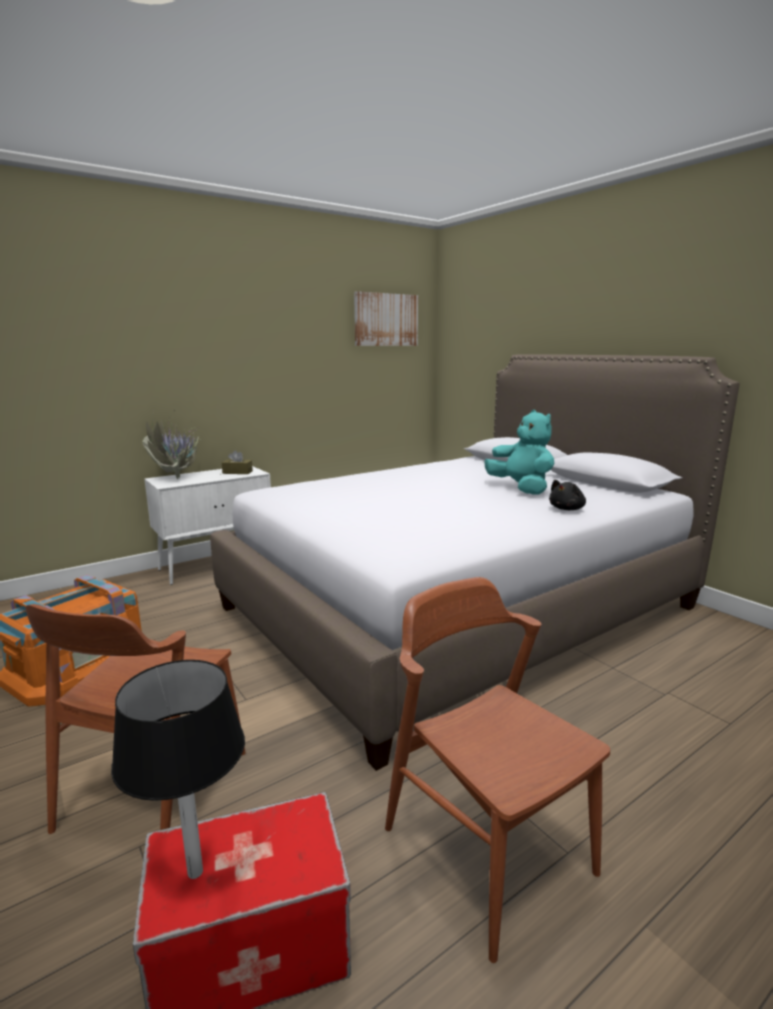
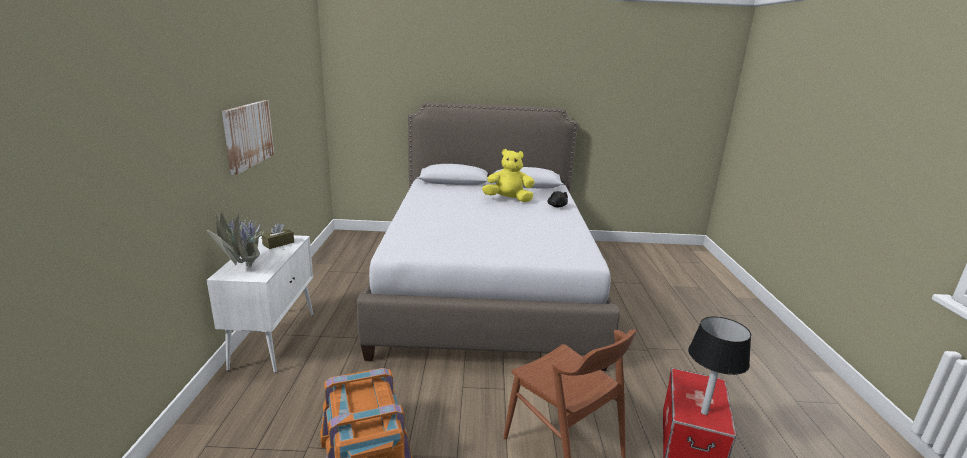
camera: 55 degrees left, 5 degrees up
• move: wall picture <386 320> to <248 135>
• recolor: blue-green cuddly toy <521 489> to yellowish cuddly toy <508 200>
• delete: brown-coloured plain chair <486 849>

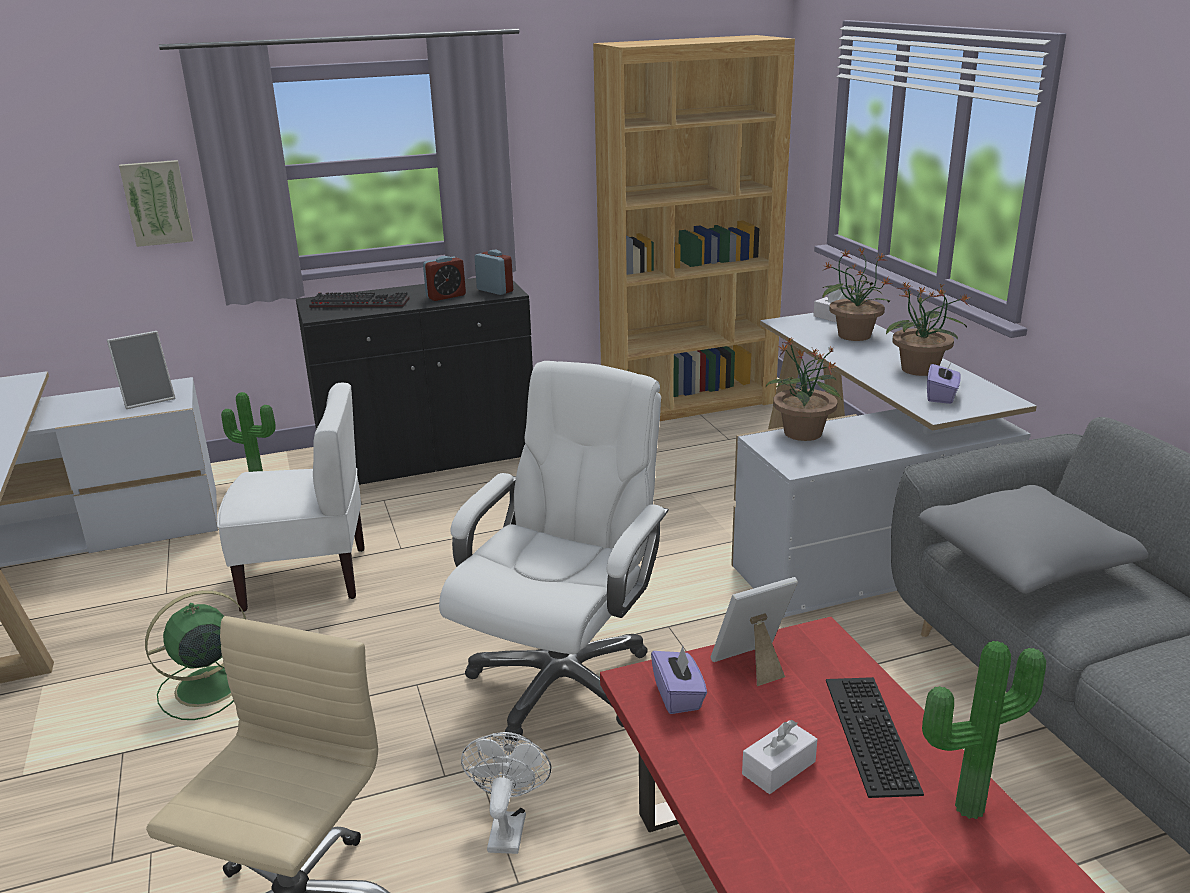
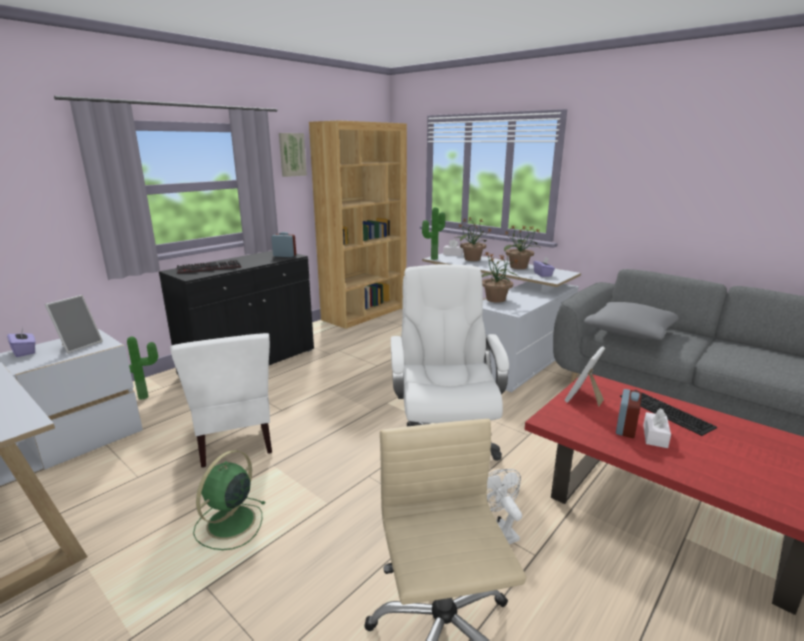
camera: 30 degrees left, 5 degrees down
• move: purple-coloured tissue box <678 696> to <25 351>
• rotate: whitish plain chair <306 577> = <235 440> 105 degrees clockwise
• move: wall picture <157 202> to <291 154>
• move: houseplant <965 804> to <433 258>
• move: bedside clock <446 296> to <625 428>

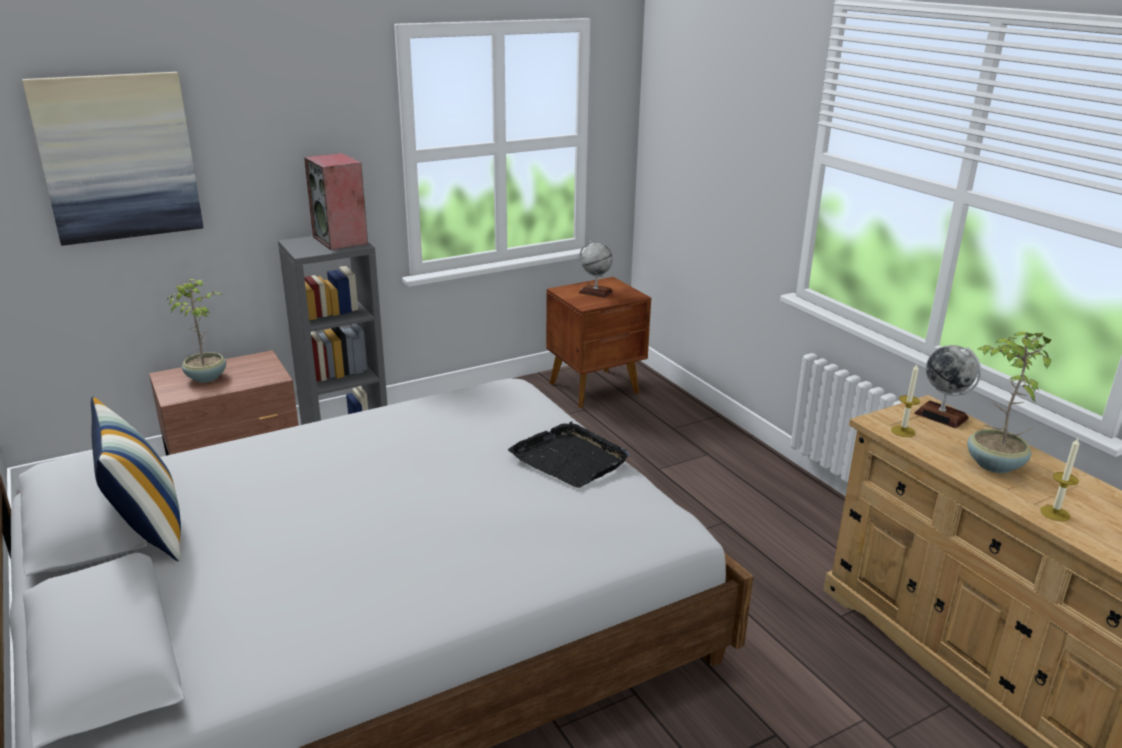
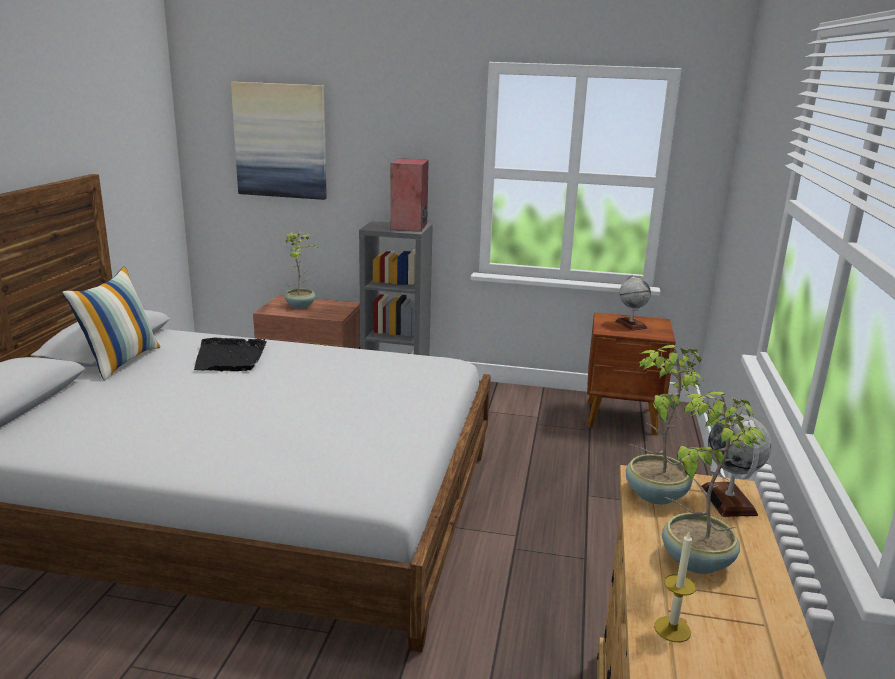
camera: 40 degrees right, 5 degrees down
• move: black serving tray <570 458> to <230 358>
• replace: candle <903 431> to houseplant <653 494>

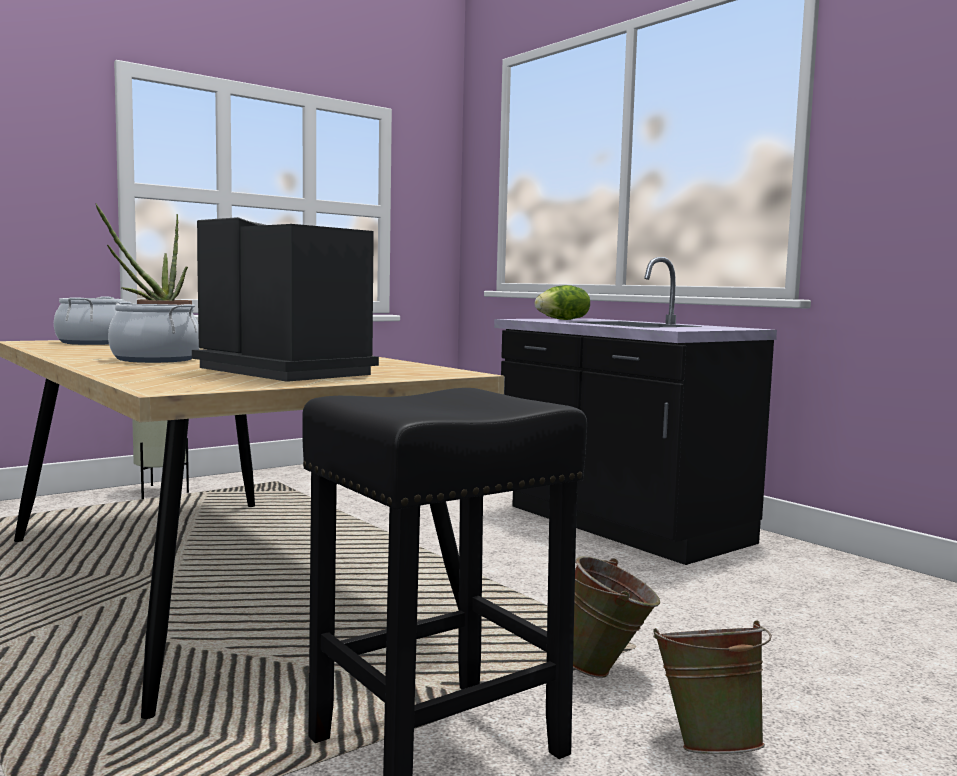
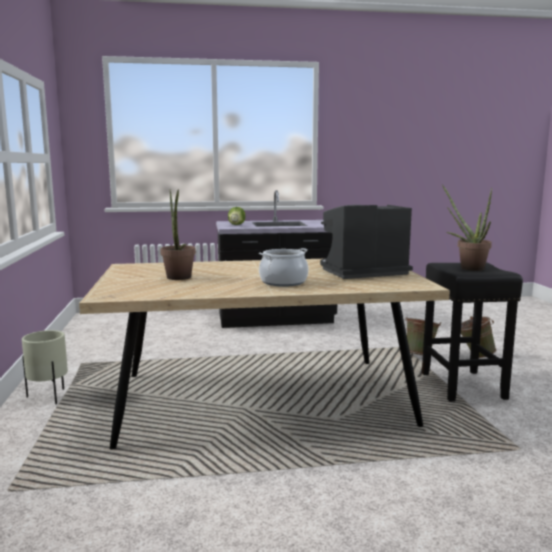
camera: 60 degrees left, 5 degrees up
• insert: houseplant <467 267>
• delete: stockpot <94 343>

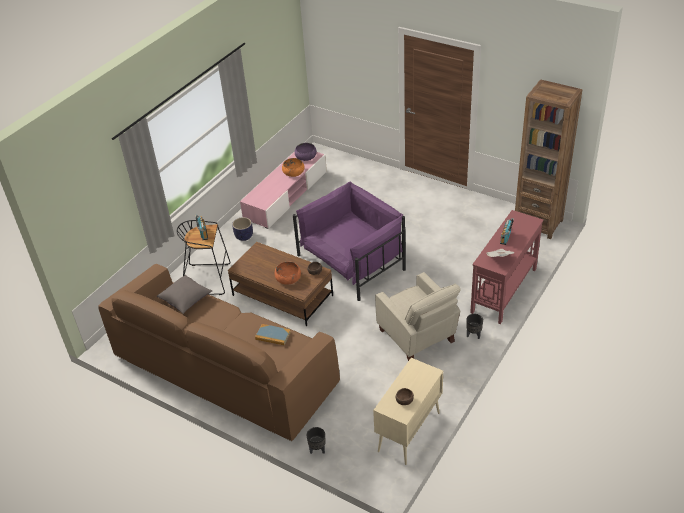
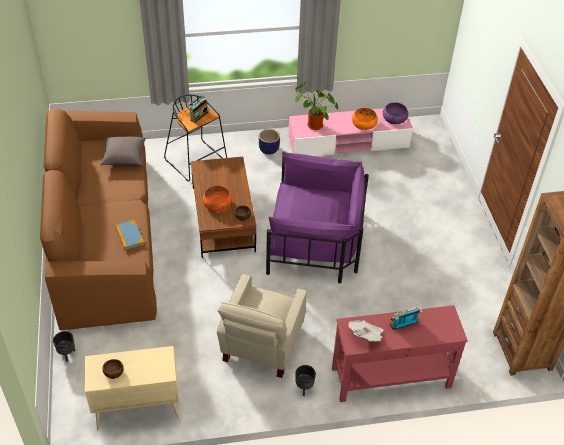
camera: 45 degrees right, 5 degrees up
• insert: houseplant <313 126>

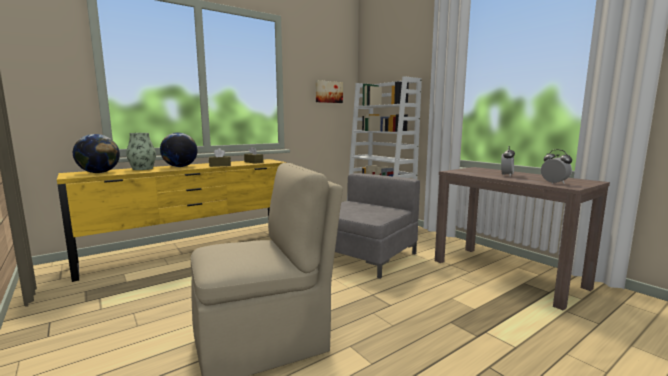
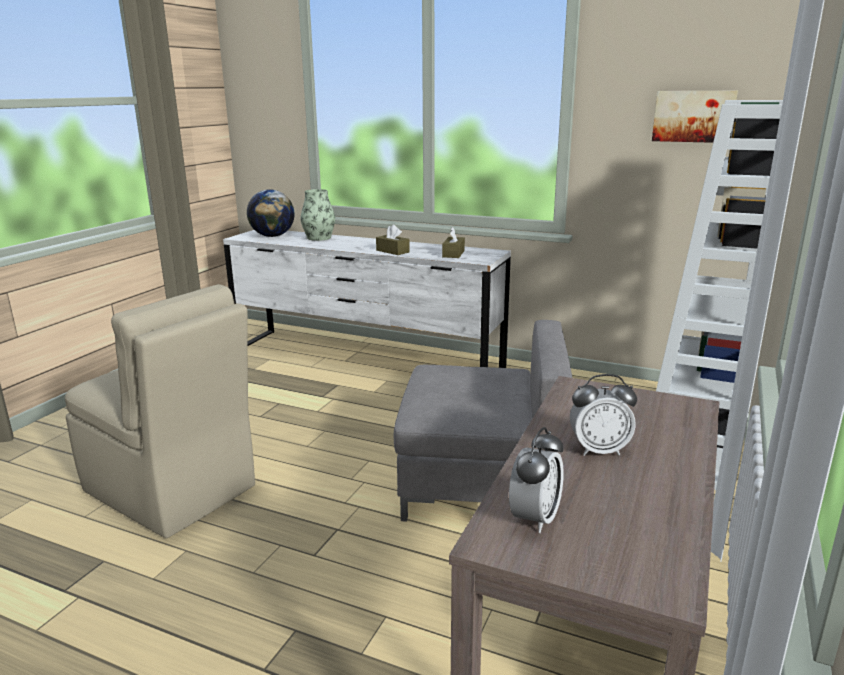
camera: 60 degrees right, 10 degrees up
• recolor: yellowish drawer chest <192 249> to whitish drawer chest <365 359>
• delete: world globe <180 167>

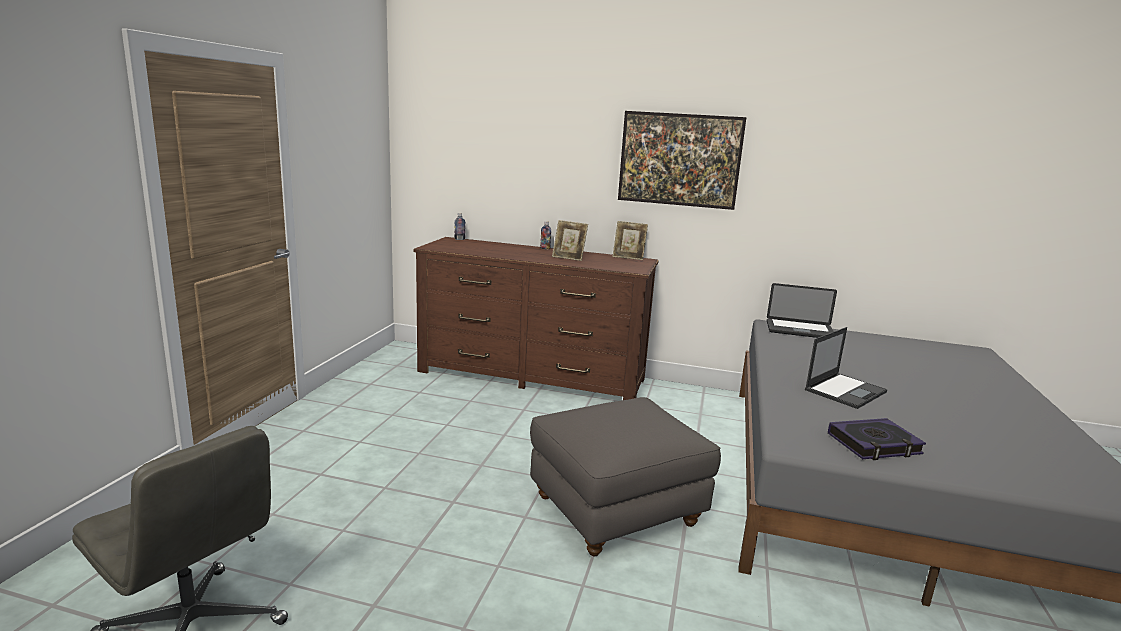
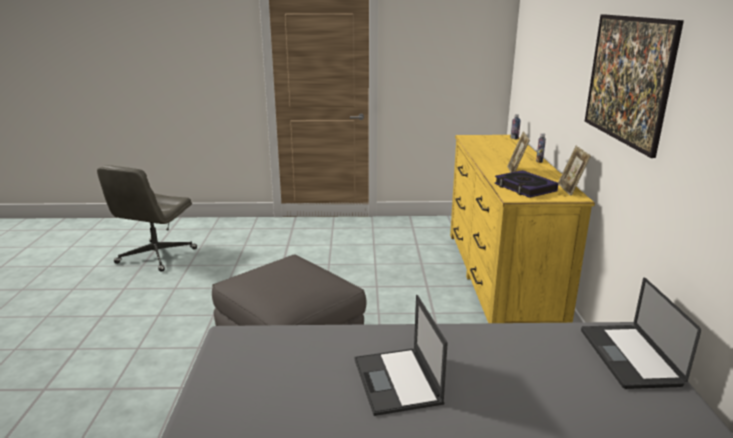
camera: 75 degrees right, 5 degrees up
• rotate: portable computer <845 390> = <397 382> 45 degrees clockwise
• recolor: brown-coloured drawer chest <532 375> to yellowish drawer chest <499 277>
• move: bound book <874 444> to <525 188>

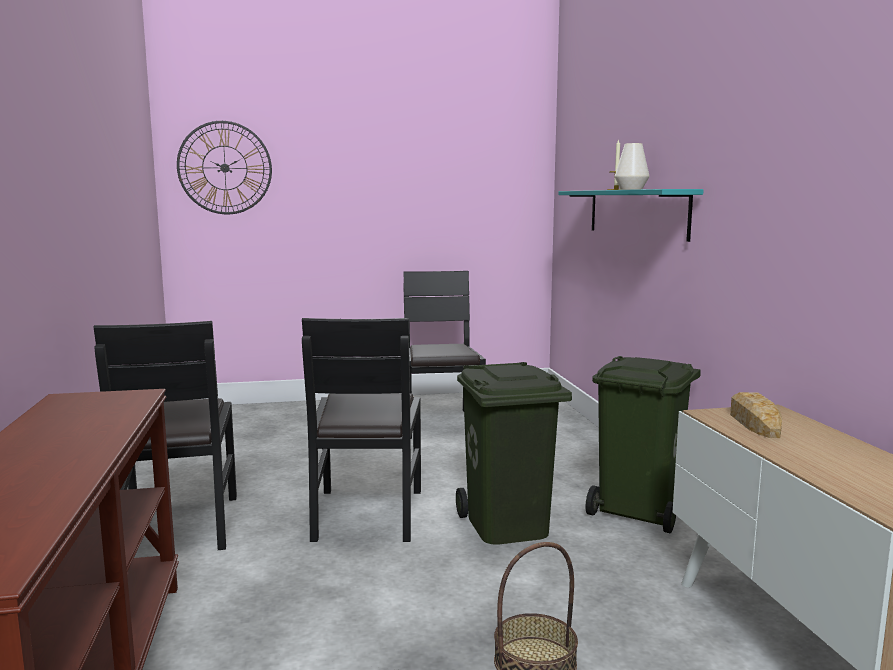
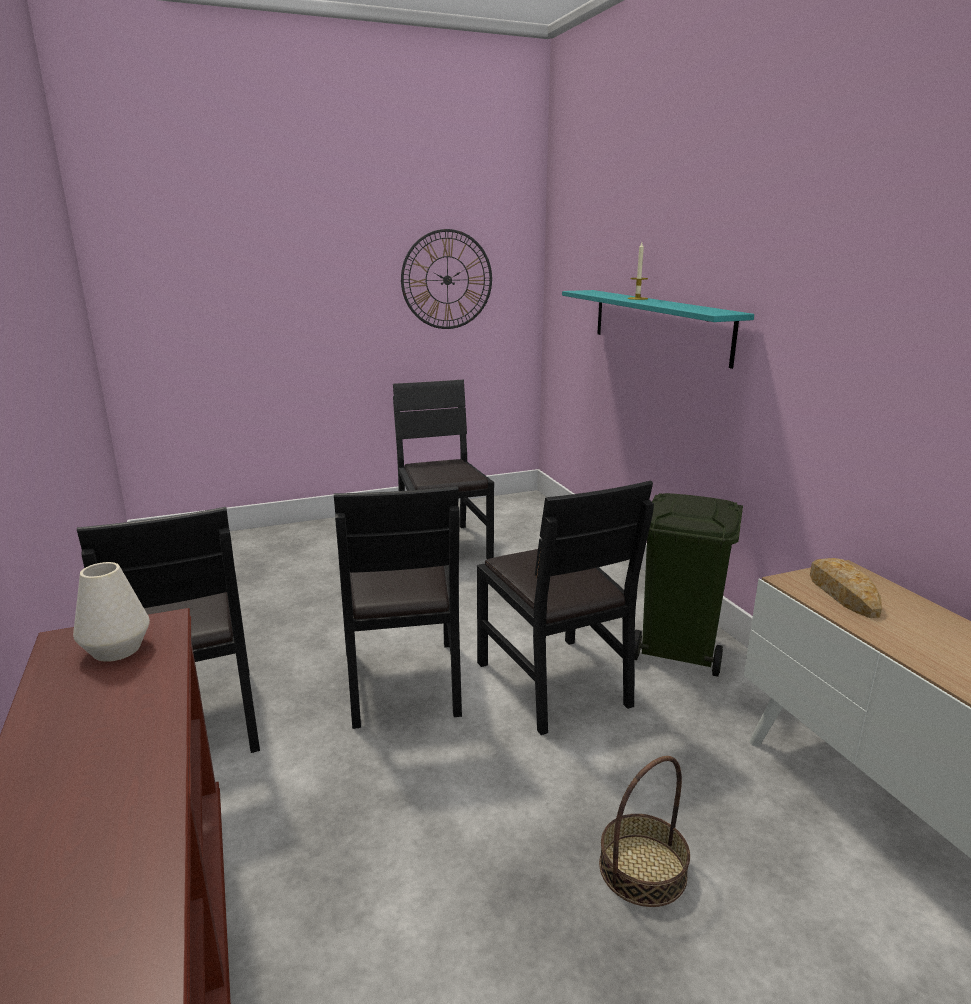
camera: 10 degrees left, 10 degrees up
• move: whitish vase <631 189> to <117 649>
• move: clock on the wall <225 168> to <447 280>
• replace: green trash can <506 525> to black plain chair <554 682>

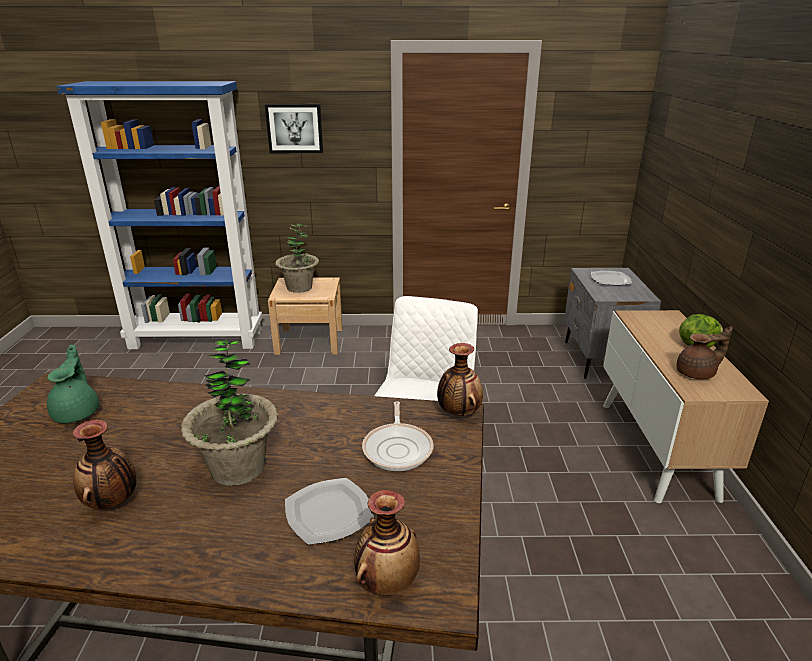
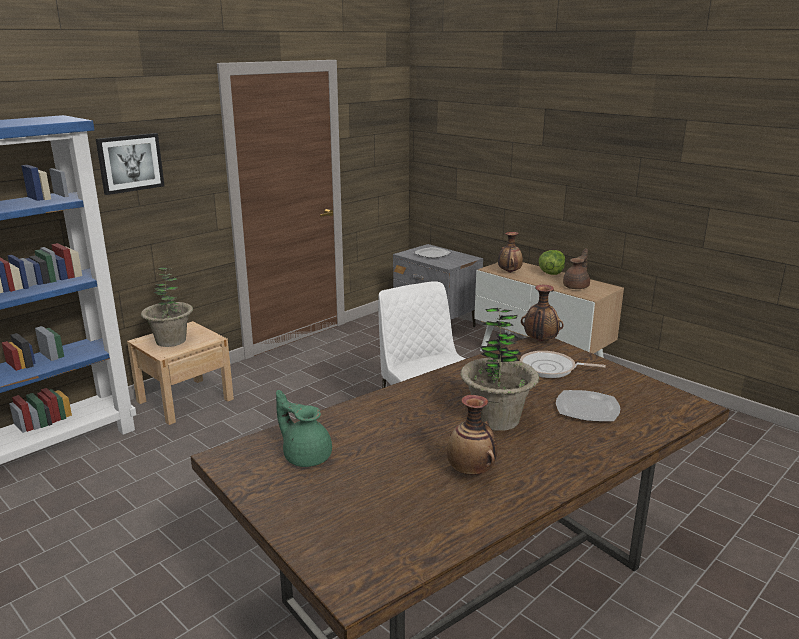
camera: 45 degrees left, 5 degrees down
• move: vase <387 581> to <509 272>
• rotate: frying pan <398 448> = <551 369> 150 degrees clockwise

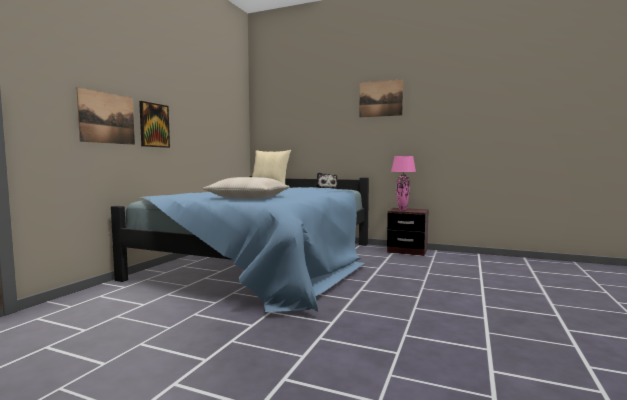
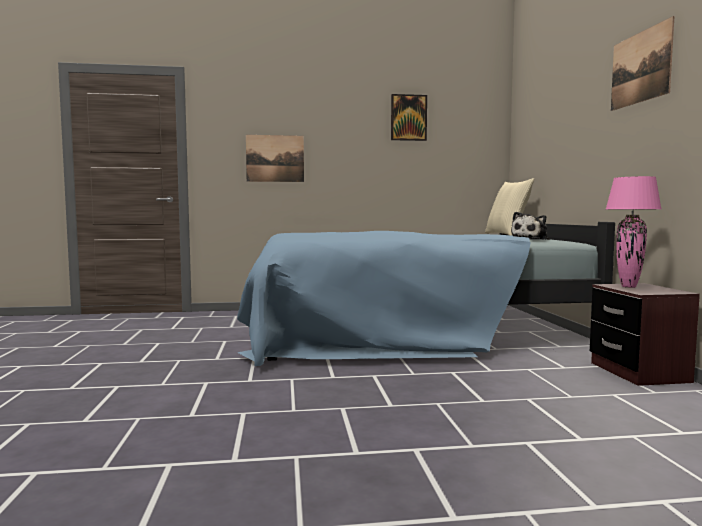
camera: 60 degrees right, 0 degrees up
• move: wall picture <154 125> to <408 117>
• delete: beige throw pillow <248 198>

